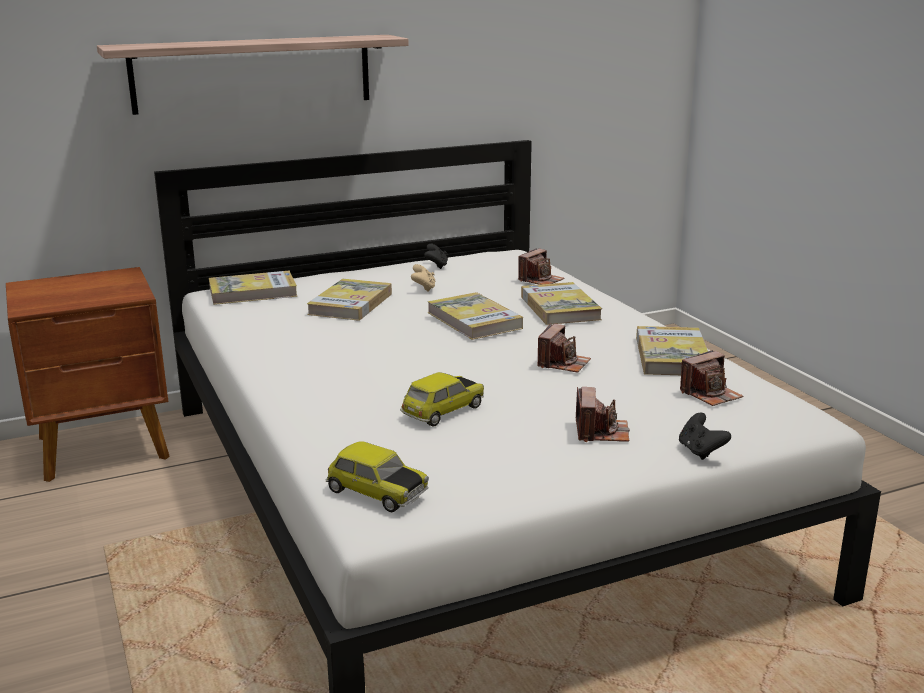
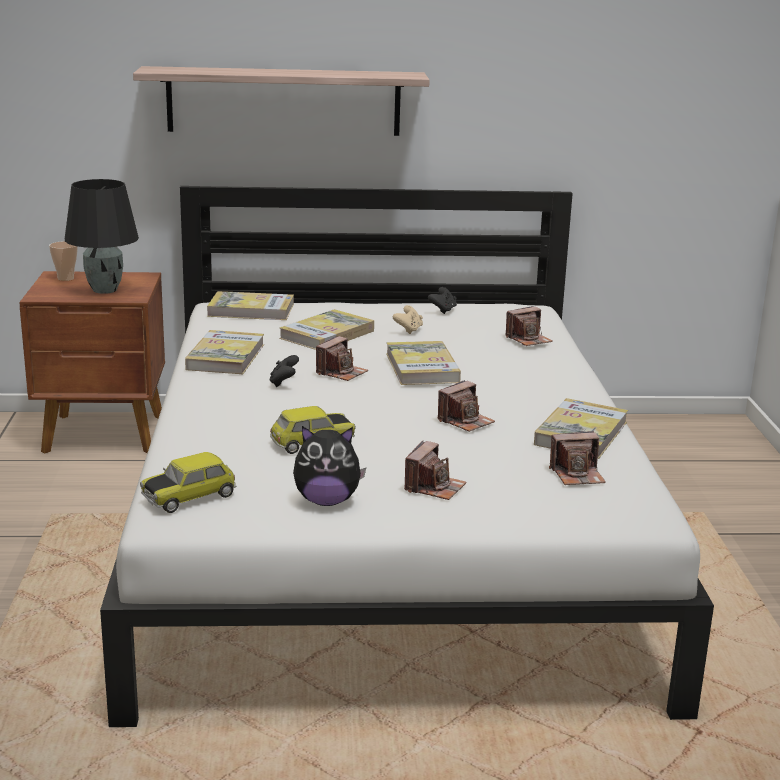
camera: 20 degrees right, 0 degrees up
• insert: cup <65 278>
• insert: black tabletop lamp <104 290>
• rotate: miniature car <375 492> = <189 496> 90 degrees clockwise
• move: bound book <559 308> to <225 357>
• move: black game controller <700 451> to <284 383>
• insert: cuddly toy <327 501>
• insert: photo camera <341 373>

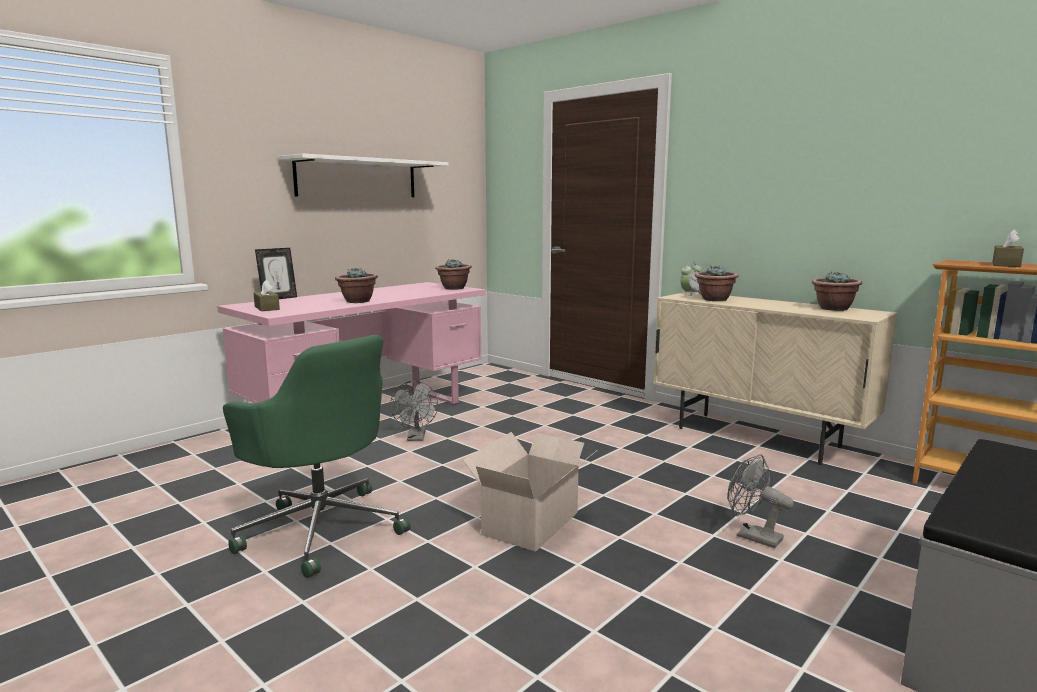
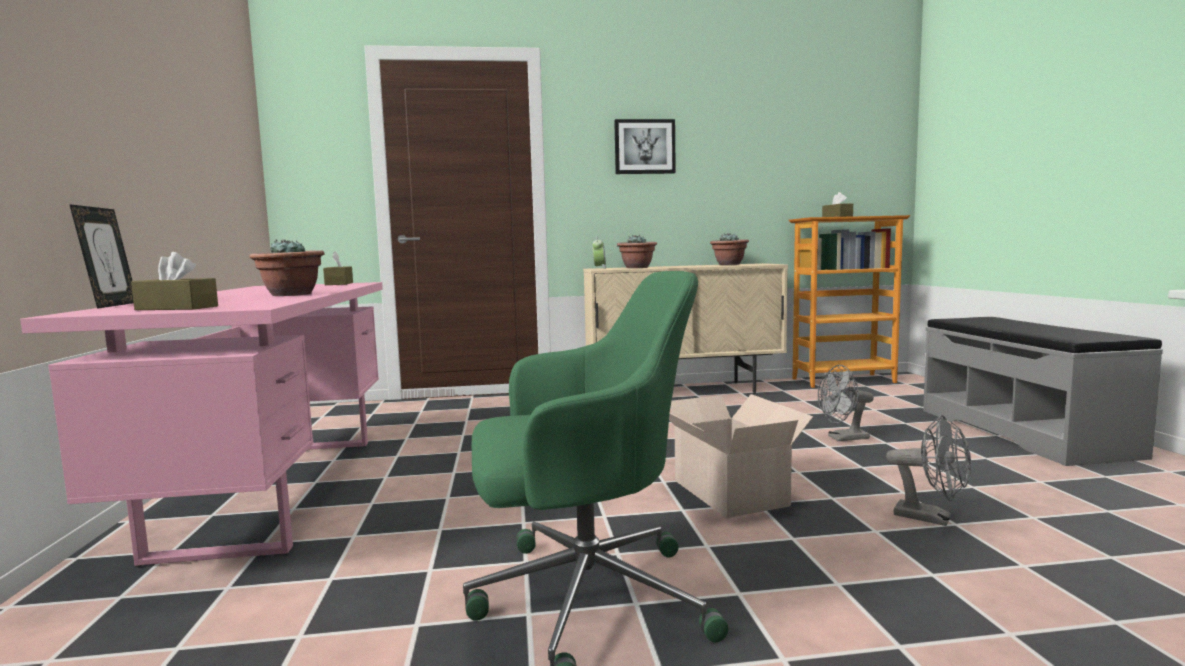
camera: 50 degrees left, 5 degrees down
• replace: houseplant <453 288> to brown-coloured tissue box <339 284>
• insert: wall picture <644 147>
• move: grey electric fan <416 438> to <931 518>
• delete: whitish bracket shelf <357 178>

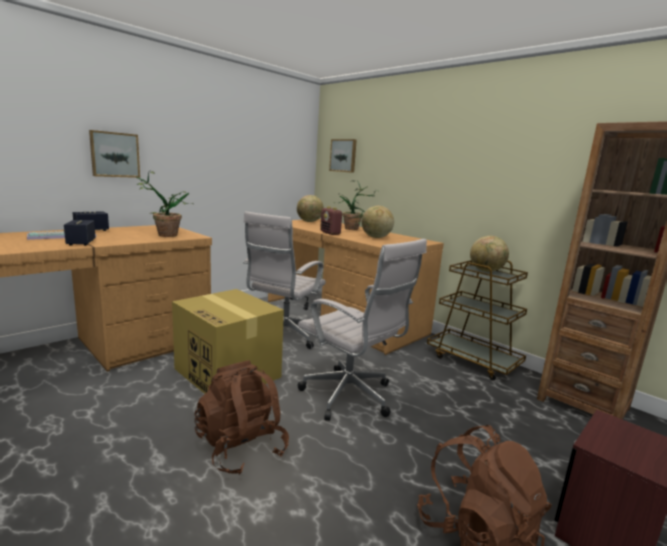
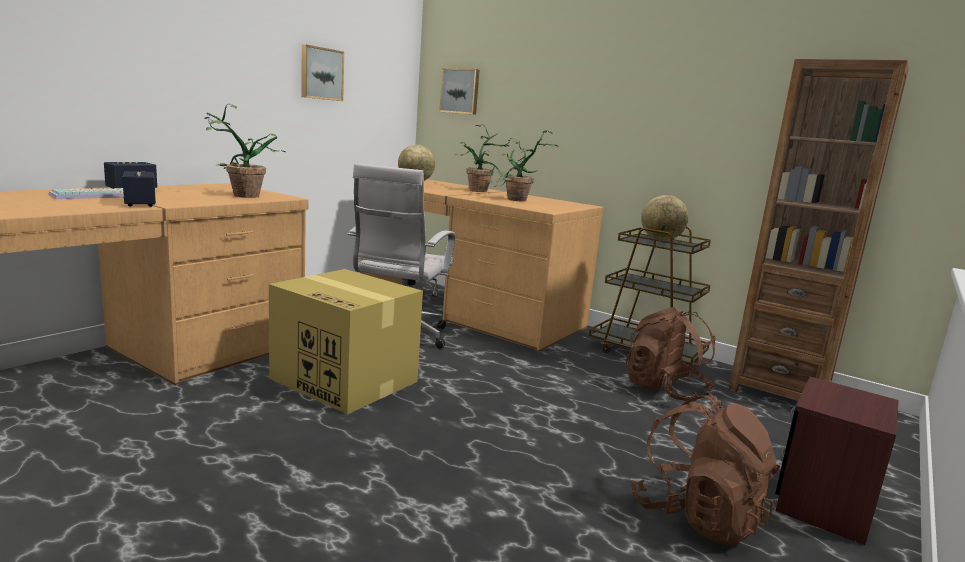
camera: 10 degrees left, 0 degrees up
• move: wall picture <114 154> to <321 73>
• replace: world globe <376 237> to houseplant <518 200>
• move: brown-coloured rucksack <241 447> to <664 389>
• delete: whitish desk chair <351 397>
• delete: radio <330 233>

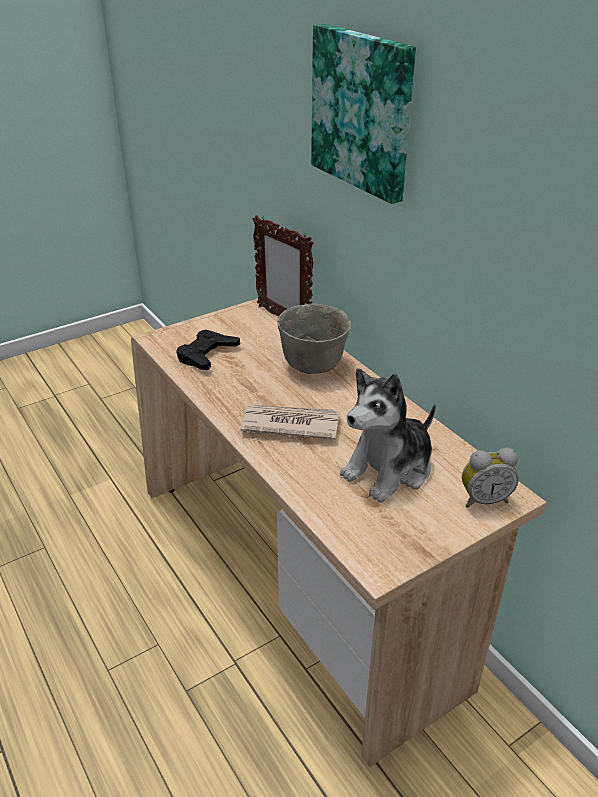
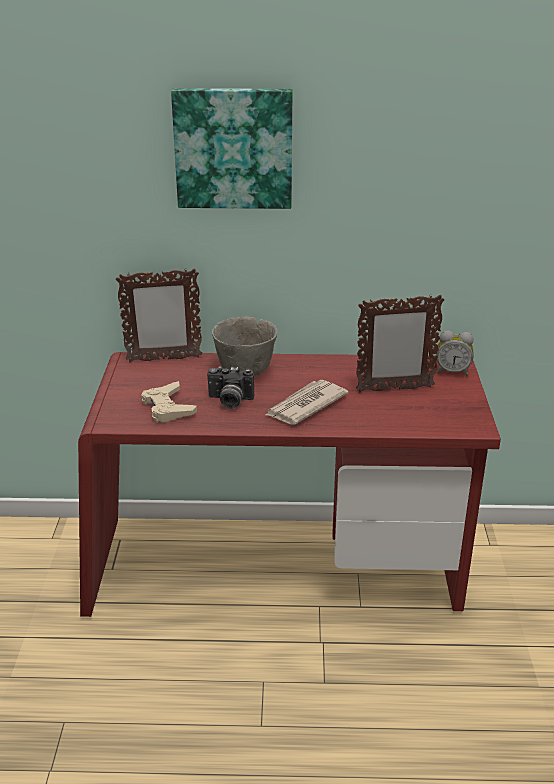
camera: 55 degrees left, 5 degrees down
• recolor: beige desk table <298 580> to red desk table <277 571>
• recolor: black game controller <207 355> to beige game controller <168 408>
• insert: photo camera <229 401>
• replace: cuddly toy <389 469> to picture frame <394 389>
• rotate: bedside clock <483 499> = <452 372> 75 degrees clockwise

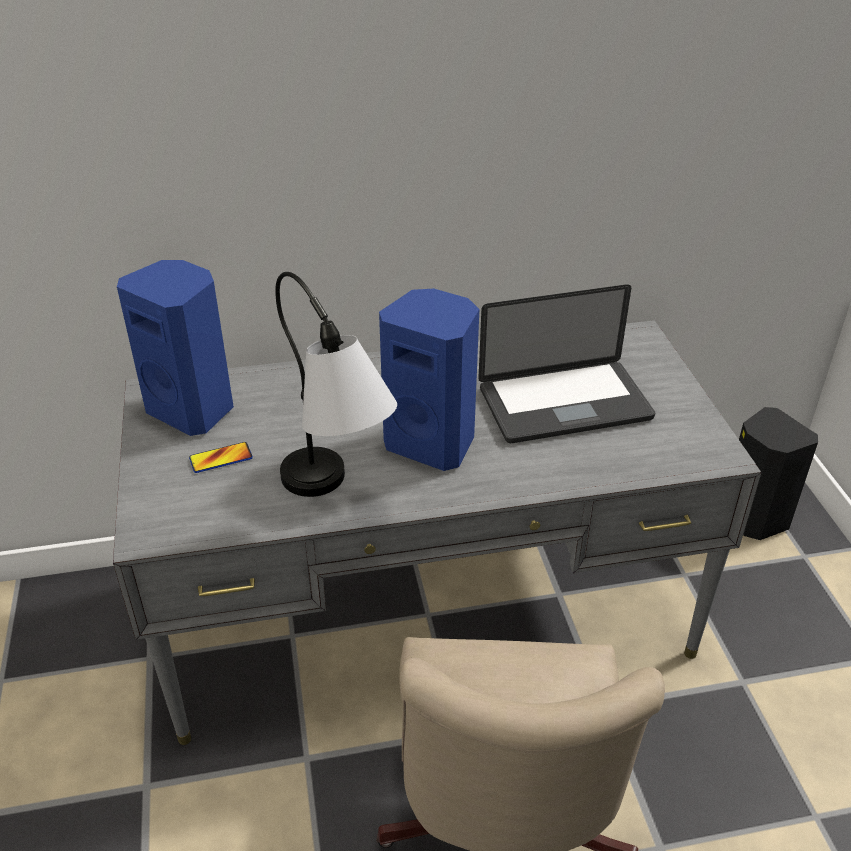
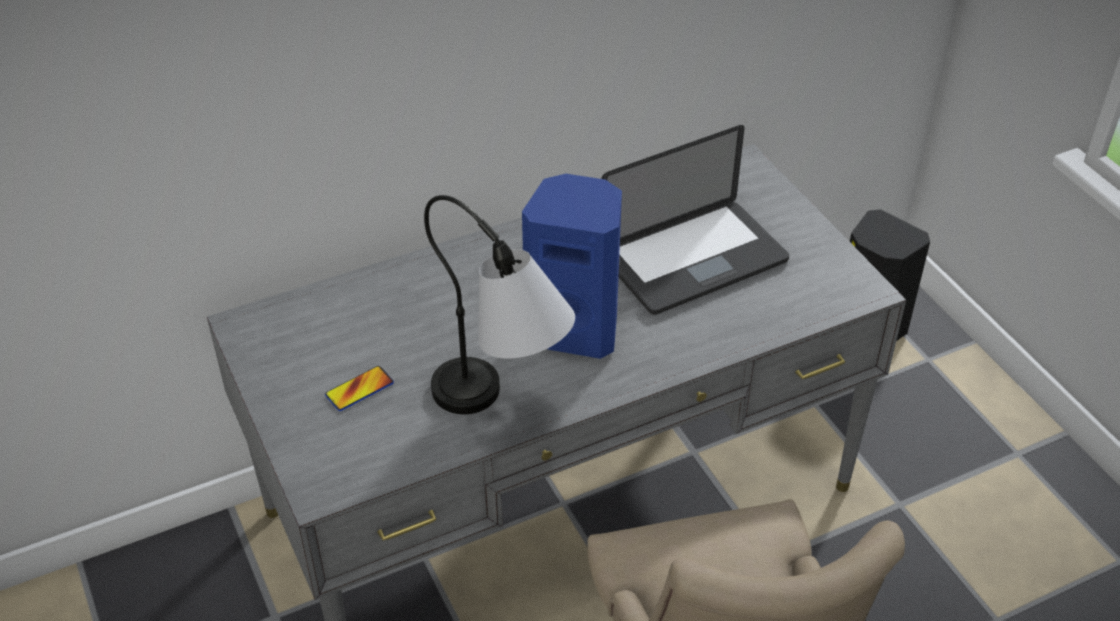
camera: 15 degrees left, 5 degrees up
• delete: bluish loudspeaker <193 410>

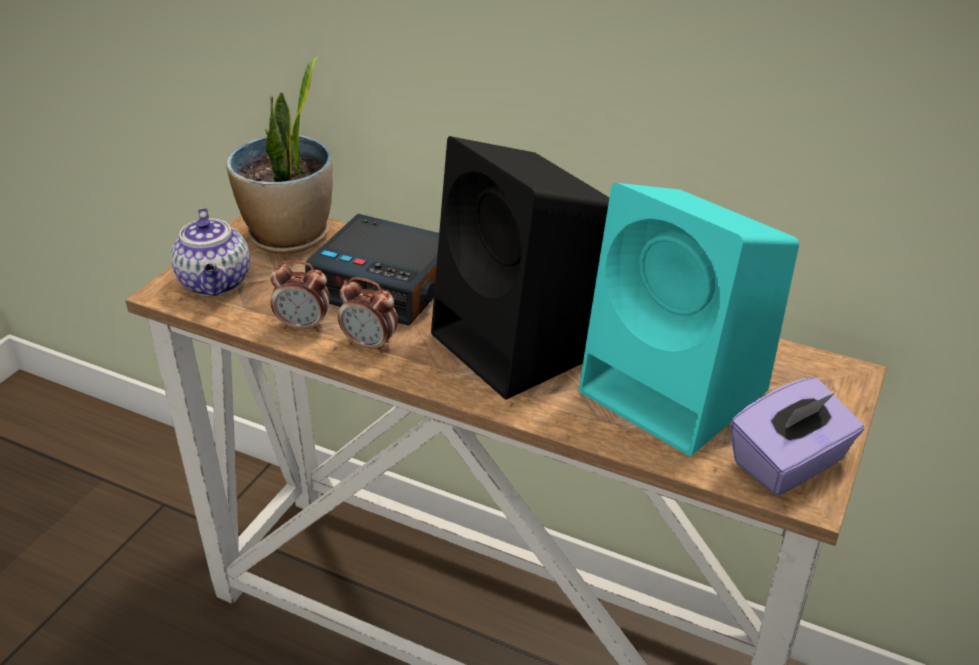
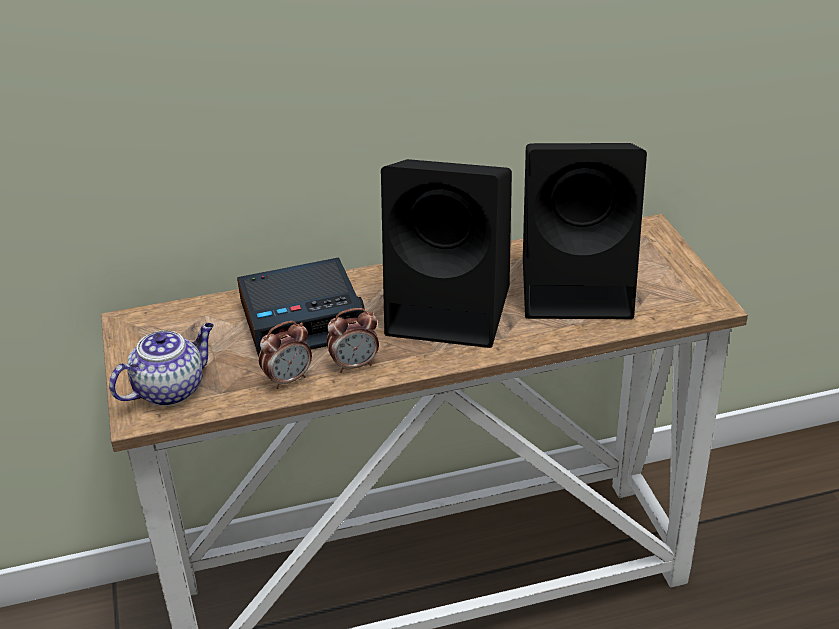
camera: 40 degrees left, 0 degrees up
• rotate: tea pot <216 283> = <171 389> 75 degrees counterclockwise
• recolor: blue-green loudspeaker <678 393> to black loudspeaker <580 287>
• delete: houseplant <290 236>
• delete: purple-coloured tissue box <789 463>

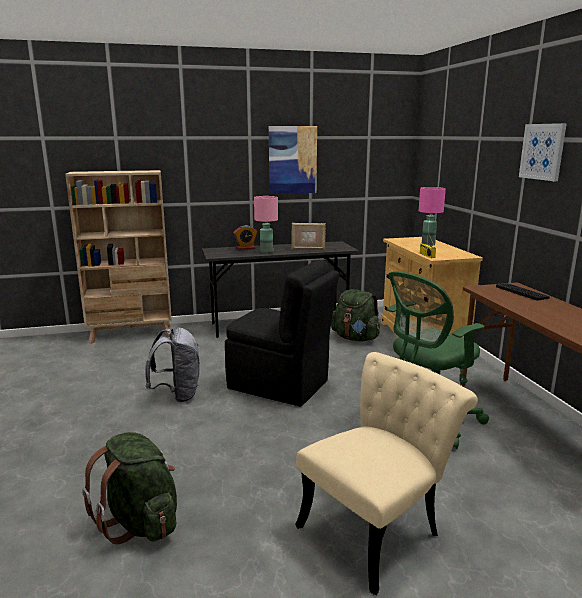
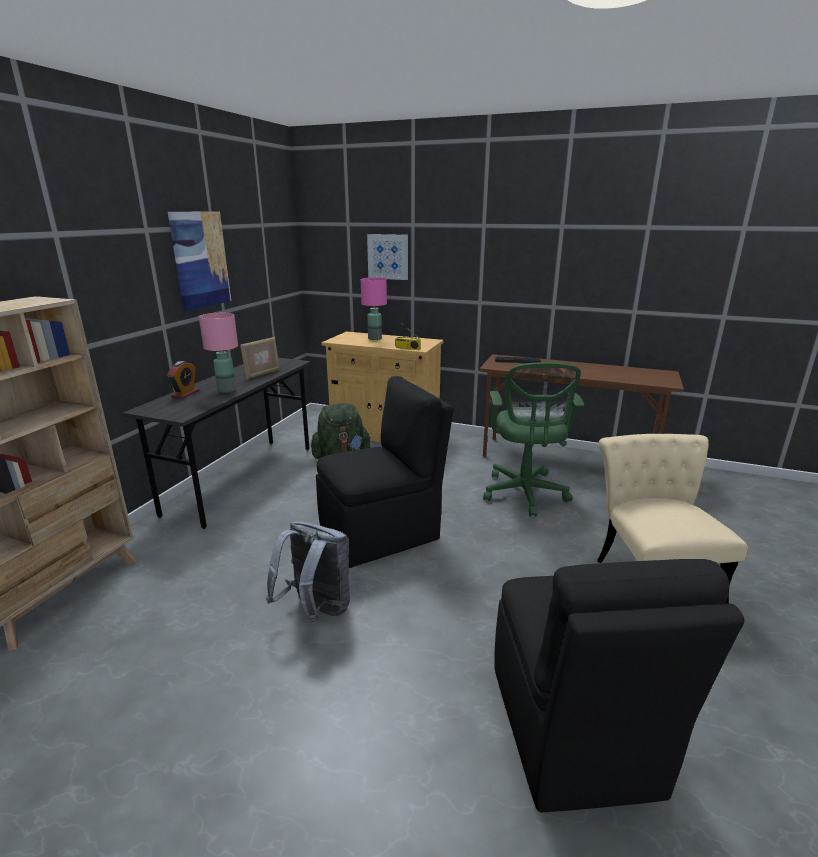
camera: 55 degrees left, 5 degrees up
• move: wall picture <542 151> to <388 257>
• replace: green rucksack <140 522> to black plain chair <572 732>

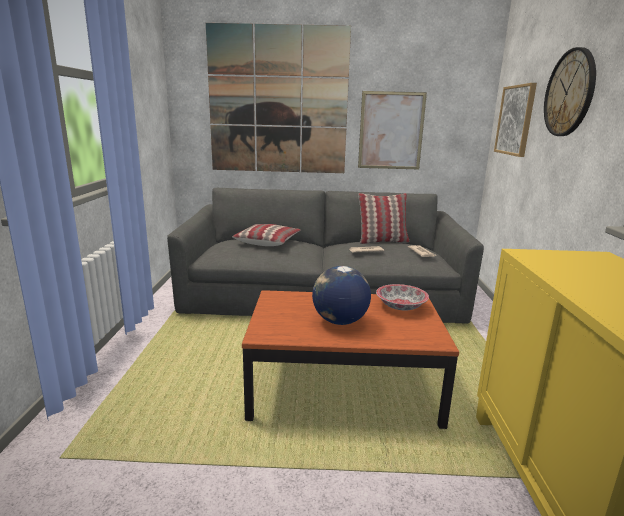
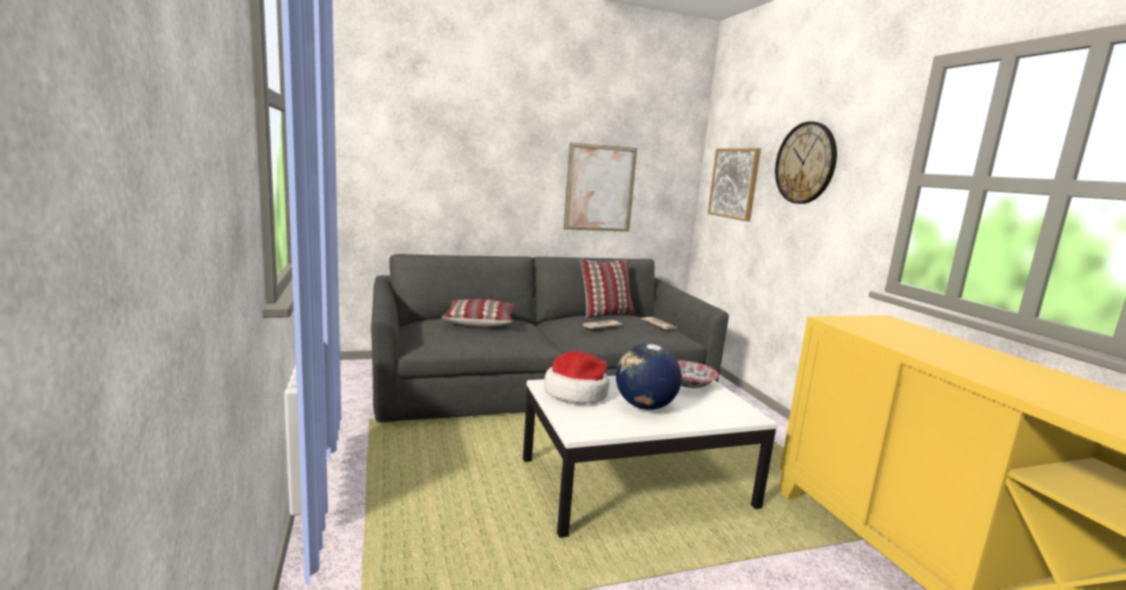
camera: 20 degrees left, 5 degrees down
• recolor: brown-coloured low table <343 386> to whitish low table <636 482>
• insert: wearable hat <577 392>
• delete: wall picture <278 101>

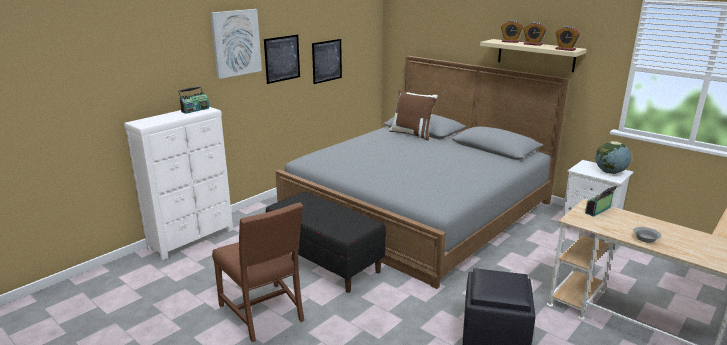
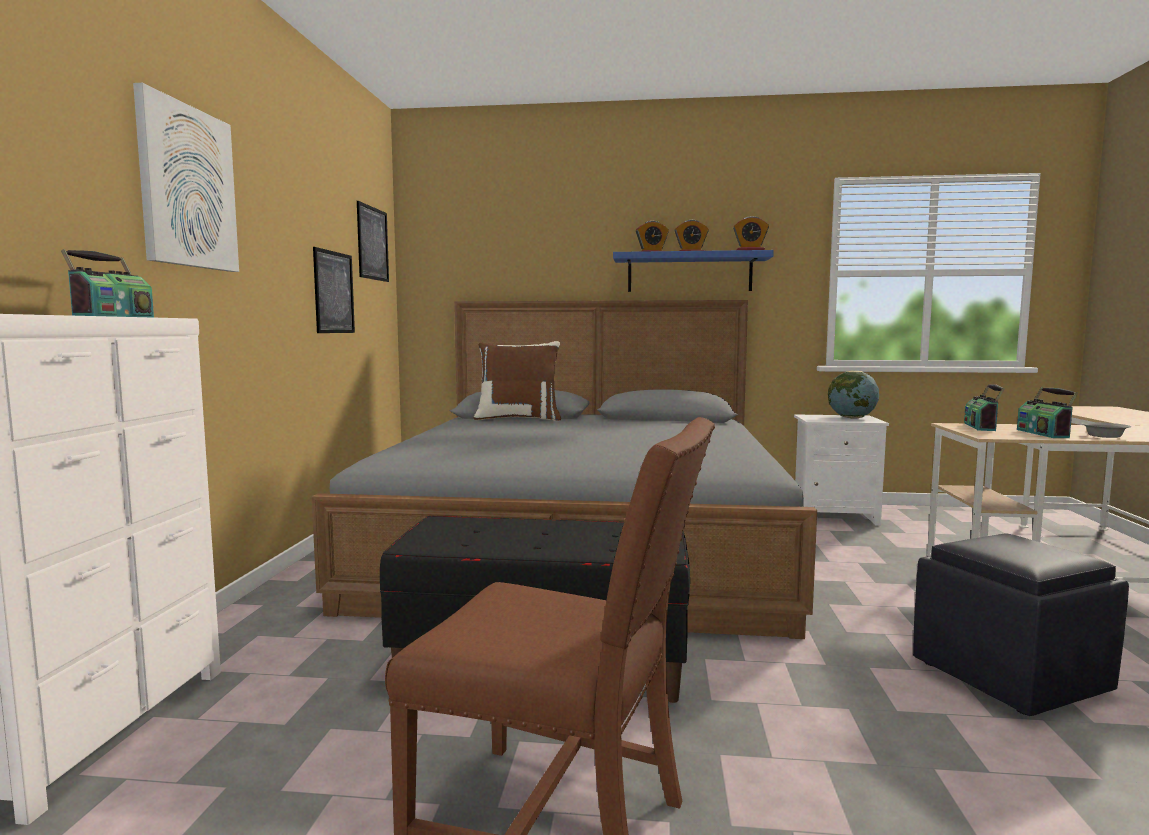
camera: 35 degrees left, 15 degrees down
• move: wall picture <282 58> to <372 243>
• recolor: beige bracket shelf <535 55> to bluish bracket shelf <689 273>
• insert: radio <1043 433>

